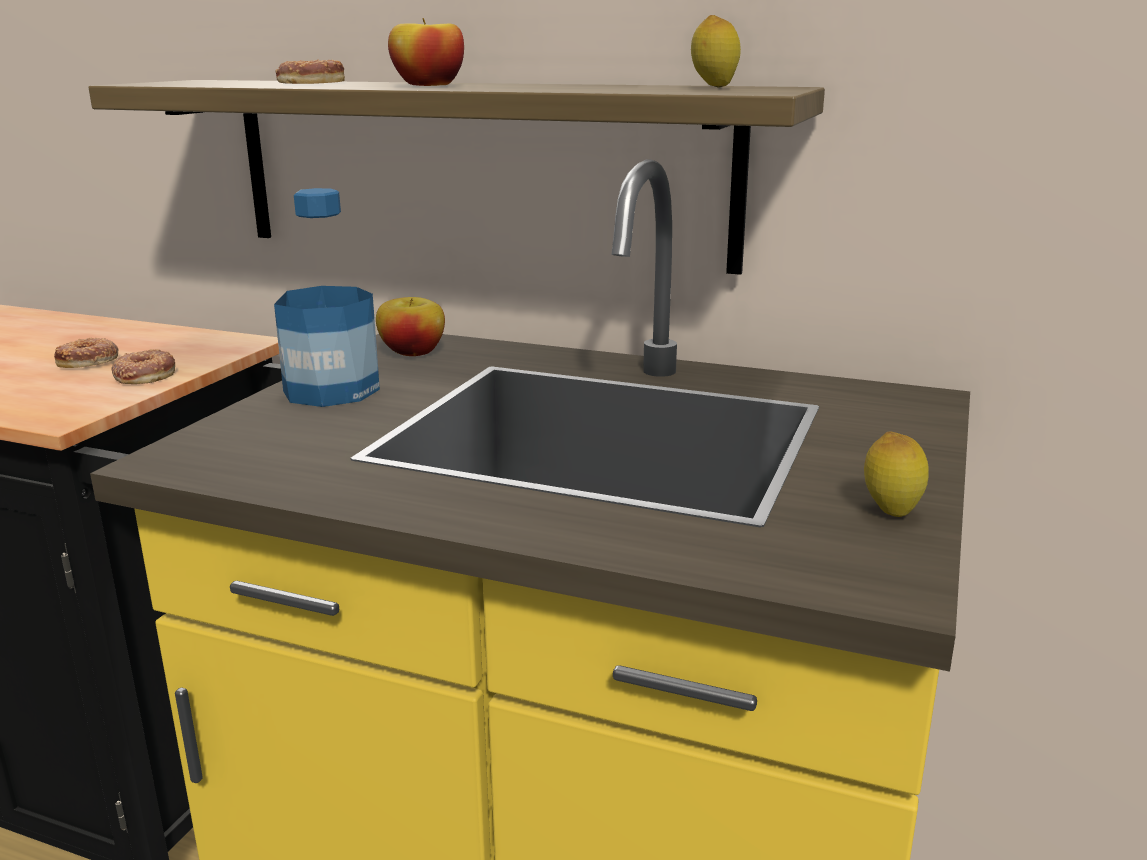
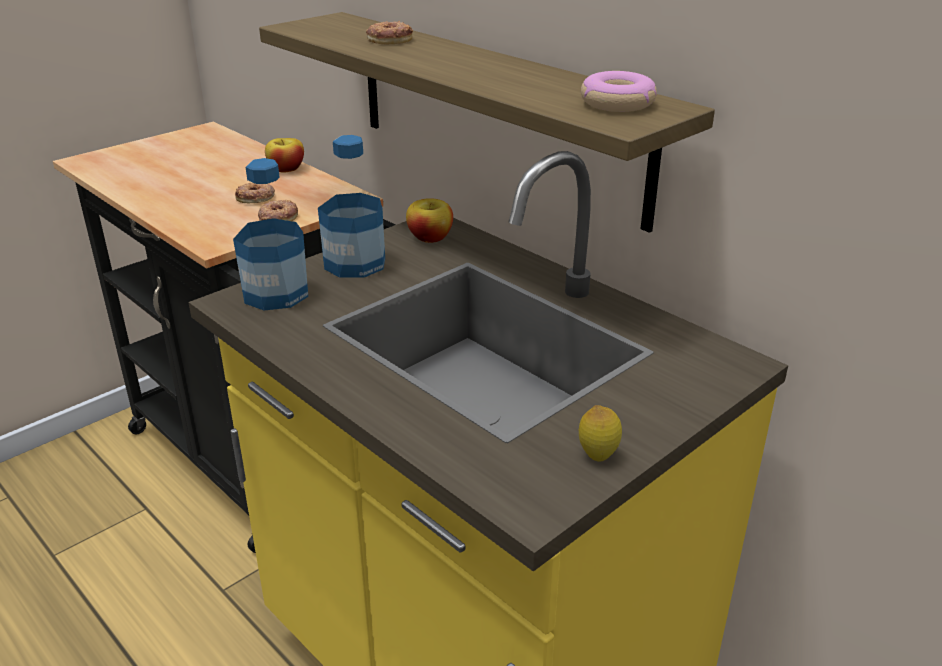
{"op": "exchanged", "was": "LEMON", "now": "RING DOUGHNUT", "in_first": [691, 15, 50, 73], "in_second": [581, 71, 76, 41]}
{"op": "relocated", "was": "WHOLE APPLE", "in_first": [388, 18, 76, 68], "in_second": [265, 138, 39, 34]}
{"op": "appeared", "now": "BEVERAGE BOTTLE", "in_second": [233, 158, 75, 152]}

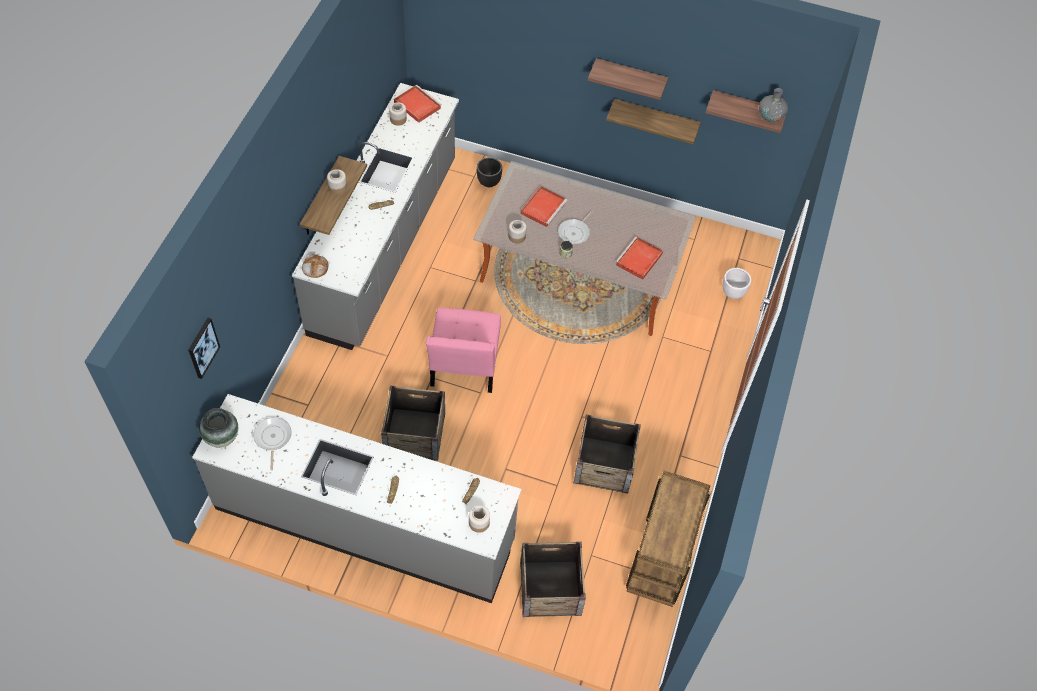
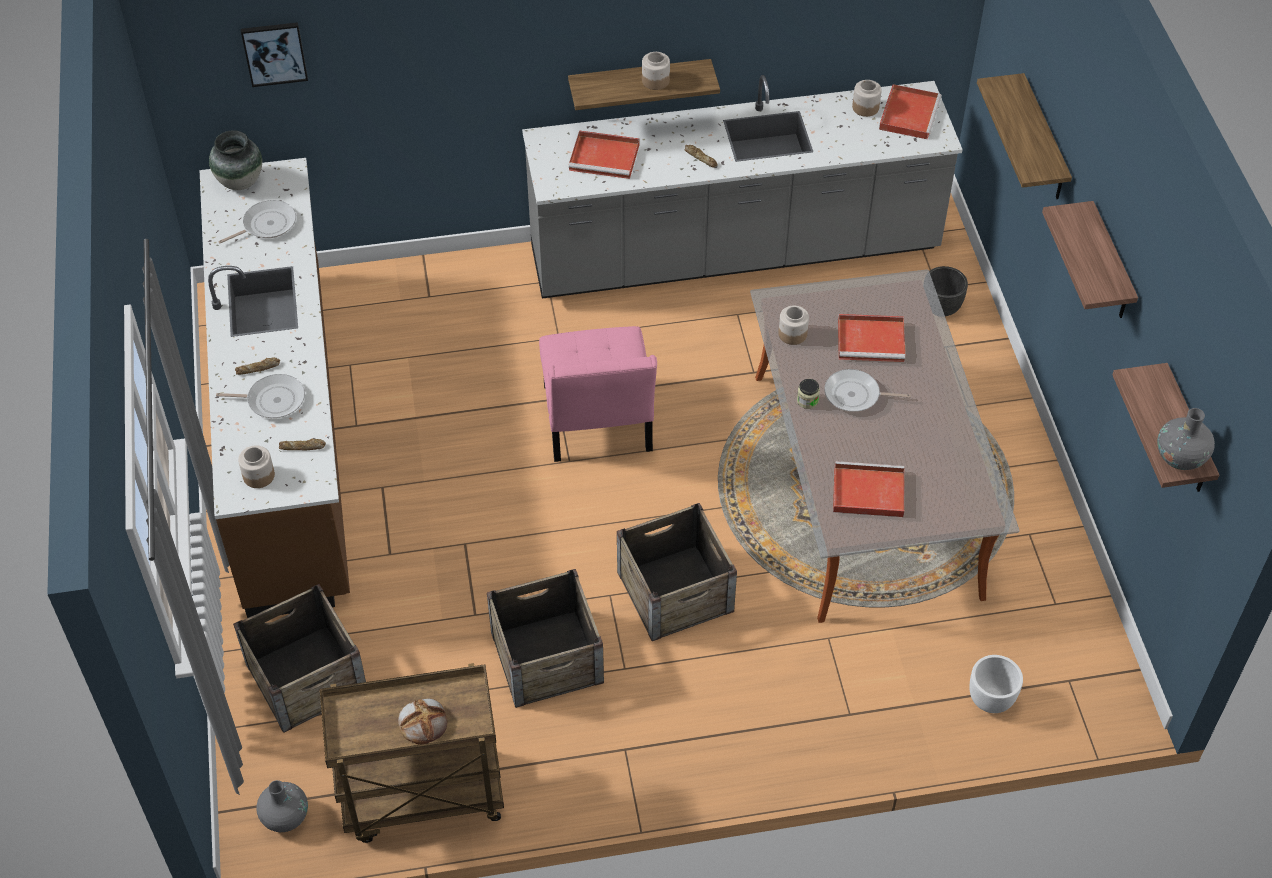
{"op": "relocated", "was": "BRACKET SHELF", "in_first": [606, 99, 95, 45], "in_second": [977, 73, 95, 126]}
{"op": "relocated", "was": "BAKERY BREAD", "in_first": [302, 254, 26, 24], "in_second": [398, 698, 49, 47]}
{"op": "spun", "was": "PINK-COLOURED UPRIGHT CHAIR", "in_first": [426, 308, 75, 85], "in_second": [539, 326, 118, 136], "clockwise": -75}
{"op": "relocated", "was": "PACKING CRATE", "in_first": [381, 386, 64, 75], "in_second": [617, 503, 120, 138]}
{"op": "colour", "was": "GREYISH KITCHEN COUNTER", "now": "BROWN-COLOURED KITCHEN COUNTER", "in_first": [192, 394, 329, 209], "in_second": [200, 158, 150, 460]}
{"op": "appeared", "now": "RED-COLOURED SERVING TRAY", "in_second": [569, 131, 71, 48]}
{"op": "appeared", "now": "PAN", "in_second": [216, 374, 89, 44]}
{"op": "appeared", "now": "GREYISH FLOWER VASE", "in_second": [256, 780, 52, 52]}

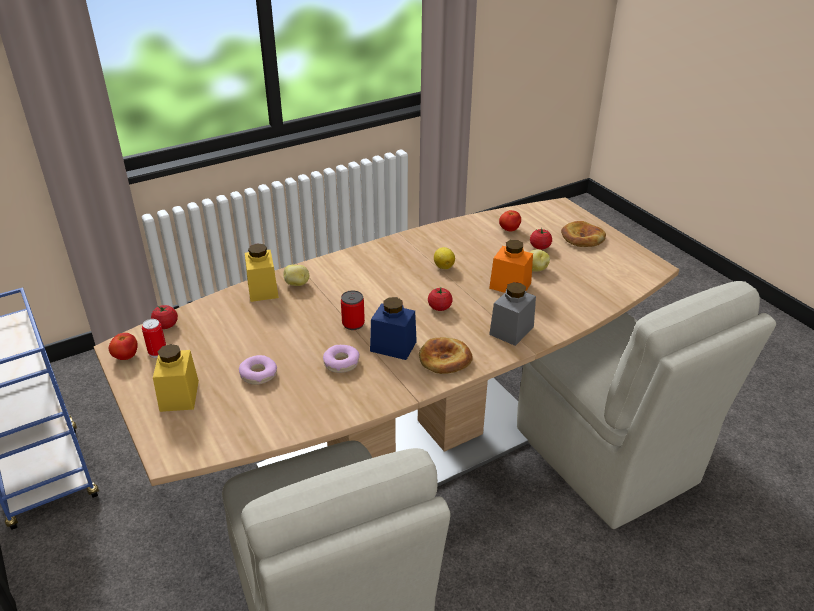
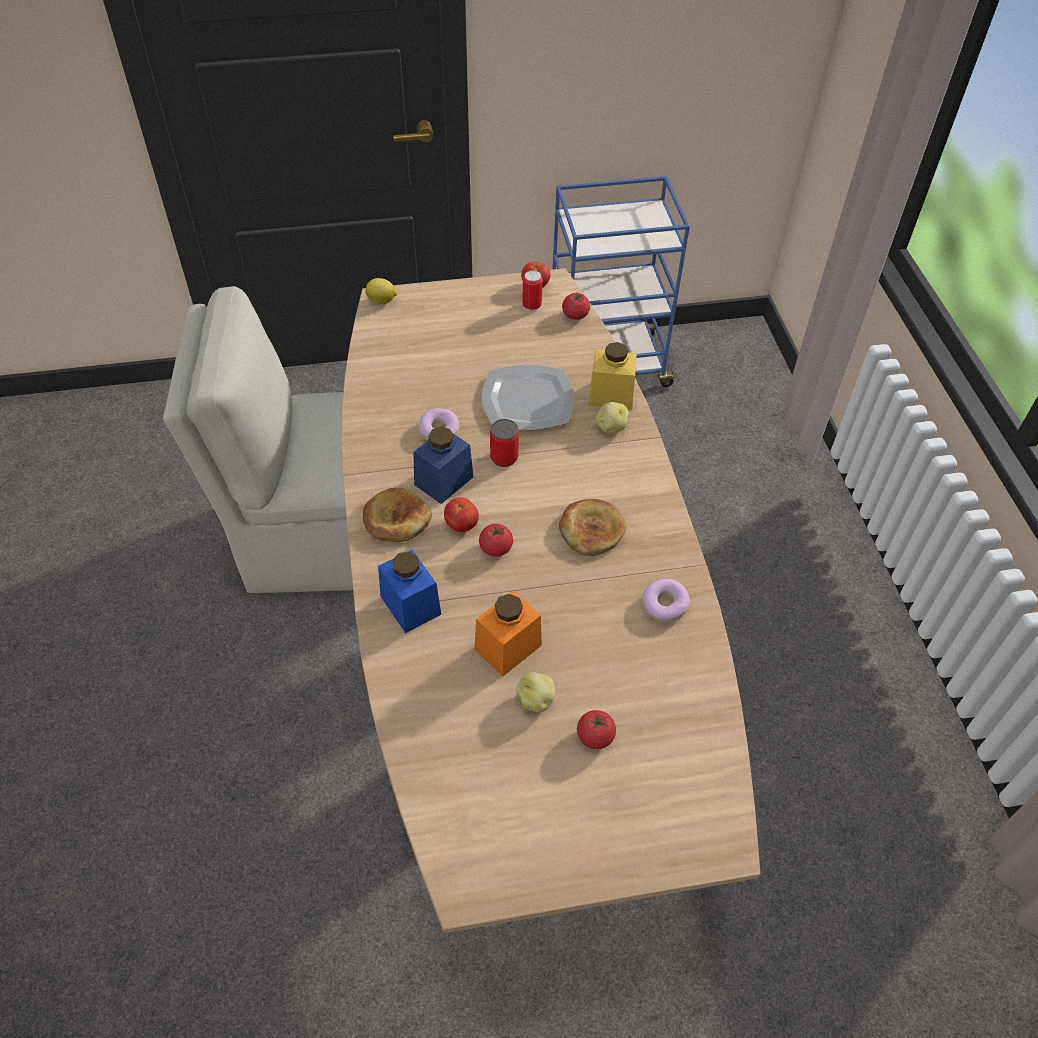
{"op": "relocated", "was": "TOMATO", "in_first": [499, 210, 22, 21], "in_second": [444, 497, 35, 35]}
{"op": "relocated", "was": "BAKERY BREAD", "in_first": [561, 221, 45, 26], "in_second": [559, 499, 67, 57]}
{"op": "relocated", "was": "LEMON", "in_first": [434, 247, 21, 22], "in_second": [365, 278, 32, 26]}
{"op": "missing", "was": "BEIGE-COLOURED UPRIGHT CHAIR", "in_first": [517, 281, 259, 248]}
{"op": "colour", "was": "GREYISH JAR", "now": "BLUE-COLOURED JAR", "in_first": [489, 282, 47, 64], "in_second": [378, 550, 63, 83]}
{"op": "missing", "was": "YELLOW-COLOURED JAR", "in_first": [153, 344, 46, 68]}
{"op": "relocated", "was": "RING DOUGHNUT", "in_first": [239, 355, 38, 30], "in_second": [642, 579, 48, 43]}
{"op": "appeared", "now": "PLATE", "in_second": [482, 364, 93, 66]}

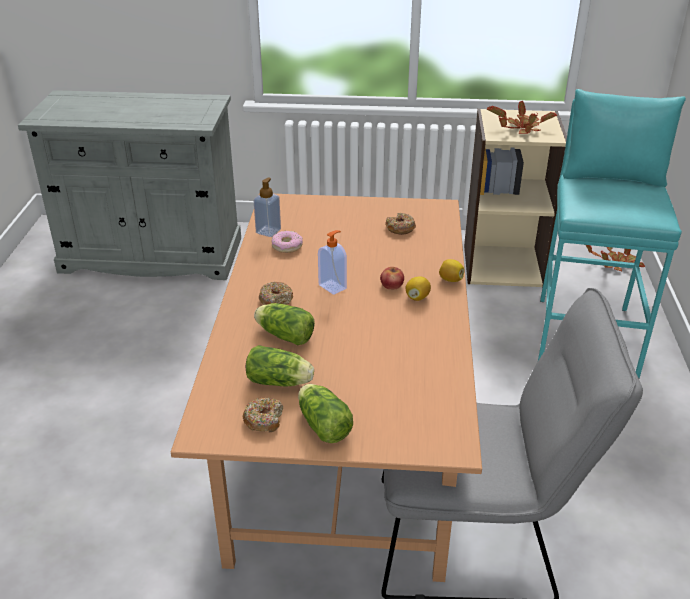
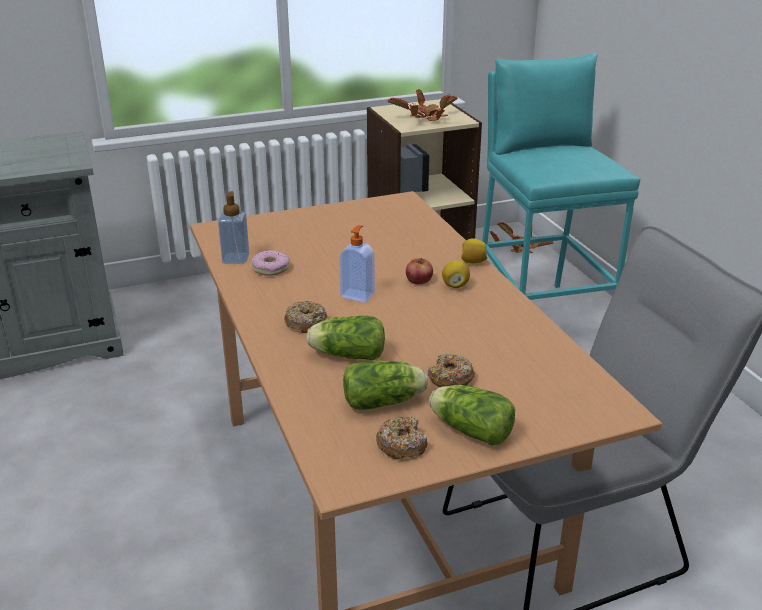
{"op": "relocated", "was": "RING DOUGHNUT", "in_first": [385, 213, 31, 22], "in_second": [427, 354, 48, 33]}

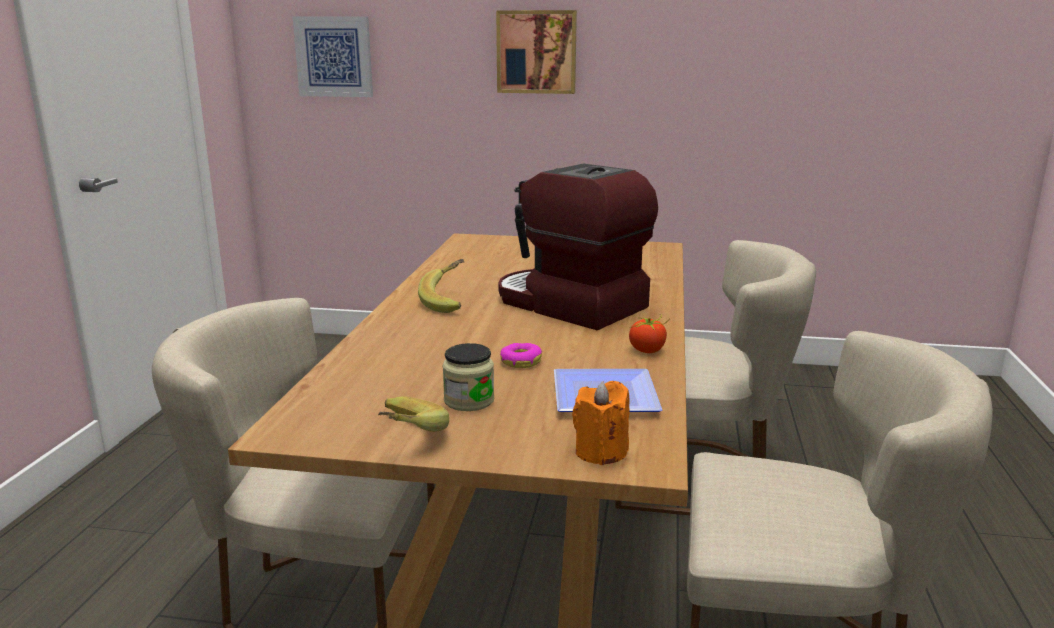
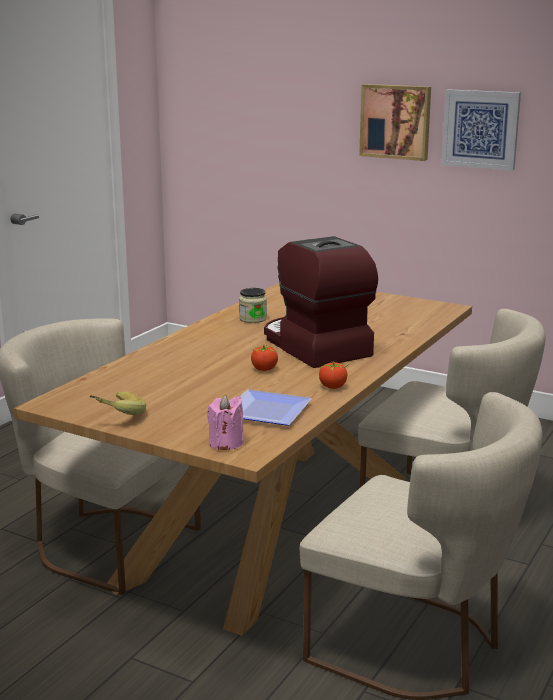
{"op": "relocated", "was": "WALL ART", "in_first": [293, 17, 80, 80], "in_second": [441, 89, 80, 82]}
{"op": "missing", "was": "WHOLE BANANA", "in_first": [418, 259, 46, 54]}
{"op": "relocated", "was": "JAR", "in_first": [443, 343, 51, 68], "in_second": [239, 288, 28, 35]}
{"op": "missing", "was": "RING DOUGHNUT", "in_first": [500, 343, 42, 25]}
{"op": "colour", "was": "ORANGE-COLOURED WAX LIGHT", "now": "PINK-COLOURED WAX LIGHT", "in_first": [572, 381, 58, 84], "in_second": [207, 395, 37, 55]}
{"op": "appeared", "now": "TOMATO", "in_second": [251, 345, 27, 26]}

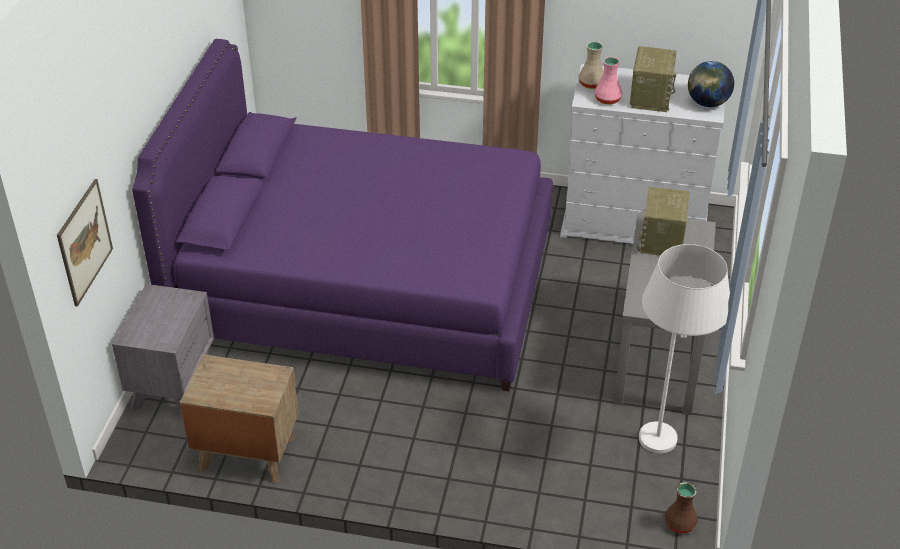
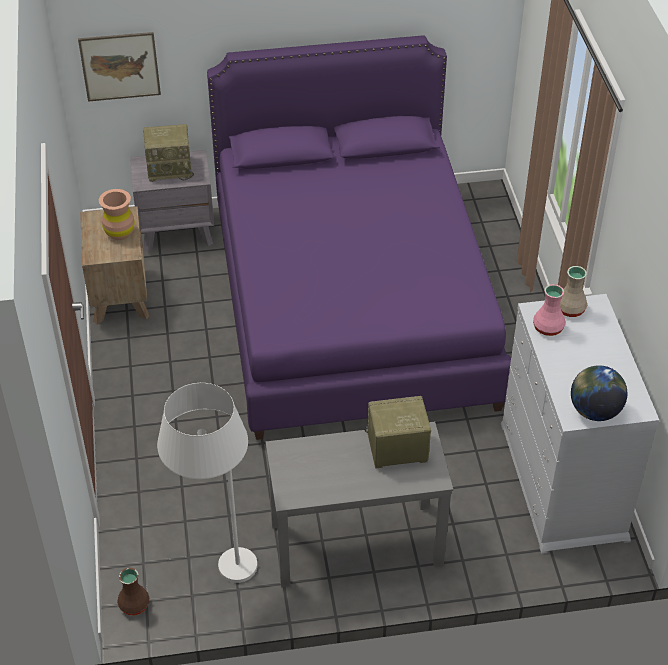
{"op": "relocated", "was": "RADIO SET", "in_first": [630, 46, 47, 66], "in_second": [143, 124, 51, 58]}
{"op": "appeared", "now": "BROWN-COLOURED FLOWER VASE", "in_second": [99, 189, 36, 51]}

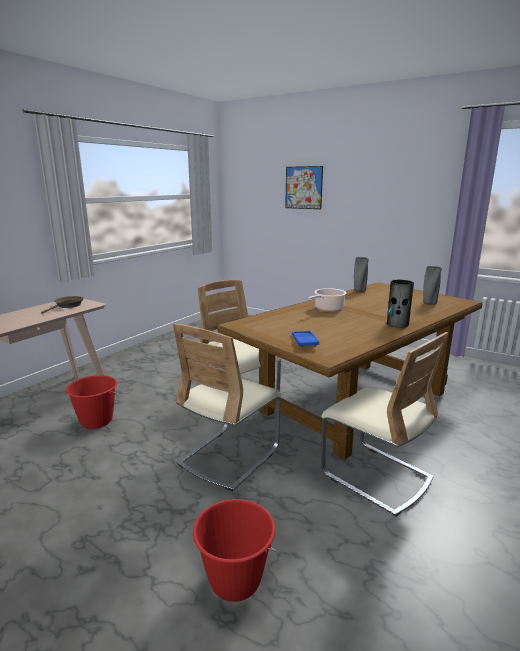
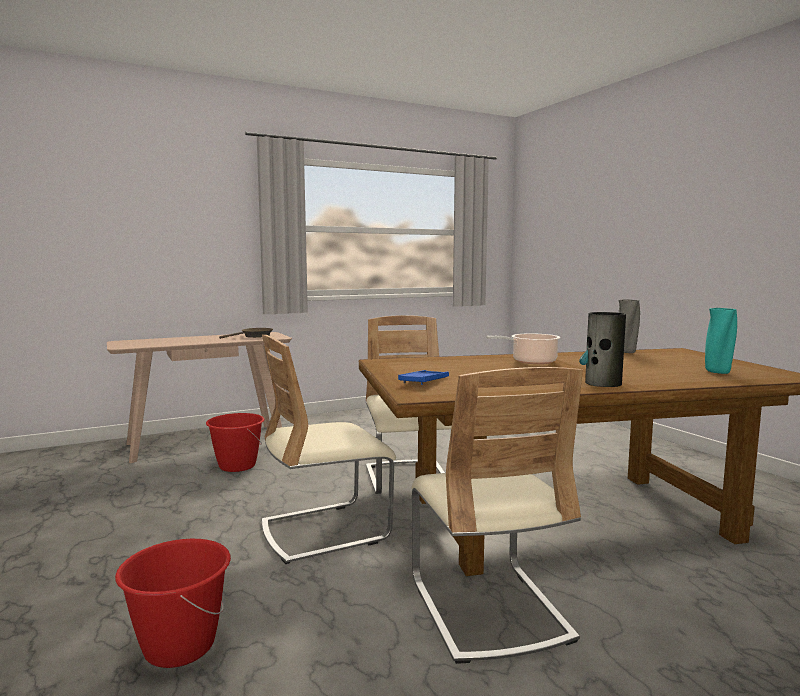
{"op": "missing", "was": "WALL ART", "in_first": [285, 166, 38, 43]}
{"op": "colour", "was": "GREYISH FLOWER VASE", "now": "BLUE-GREEN FLOWER VASE", "in_first": [423, 266, 19, 39], "in_second": [705, 308, 32, 66]}

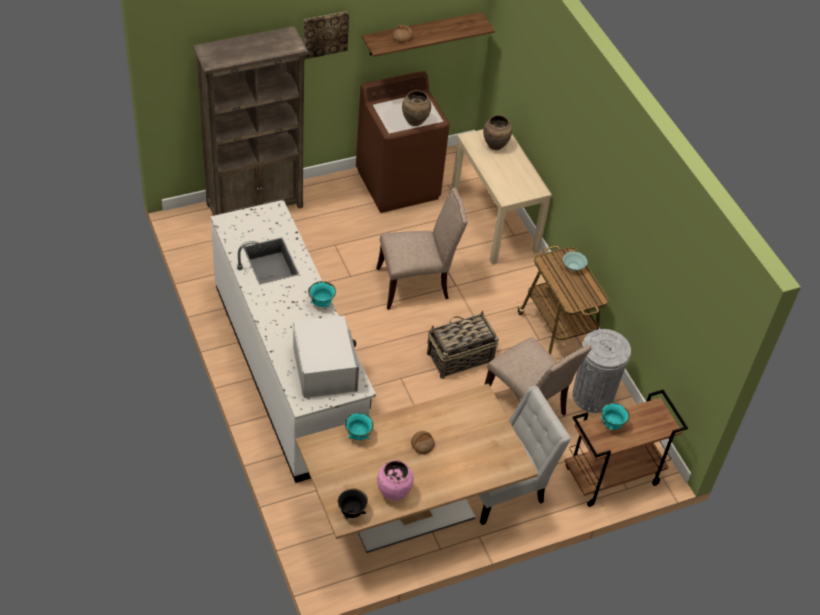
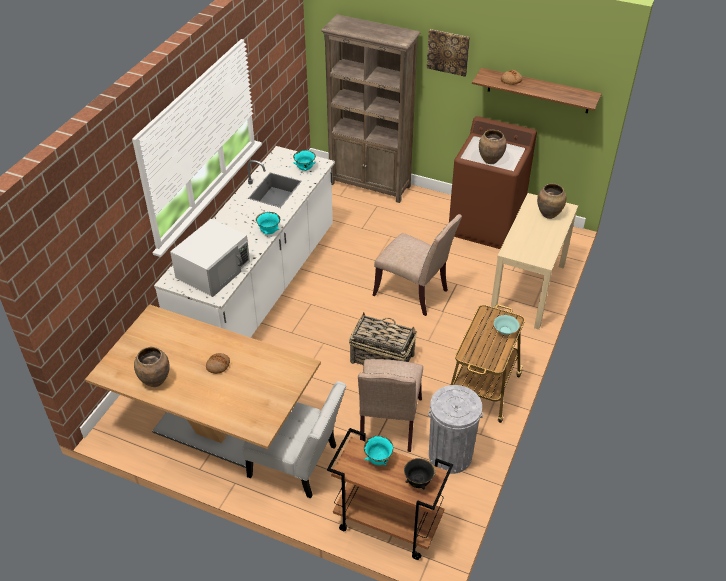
{"op": "relocated", "was": "BLUE-GREEN SERVING BOWL", "in_first": [345, 412, 28, 28], "in_second": [293, 150, 23, 21]}
{"op": "colour", "was": "PINK-COLOURED FLOWER VASE", "now": "BROWN-COLOURED FLOWER VASE", "in_first": [377, 460, 36, 41], "in_second": [134, 347, 36, 40]}
{"op": "relocated", "was": "BLACK SERVING BOWL", "in_first": [338, 489, 30, 30], "in_second": [404, 458, 32, 31]}

